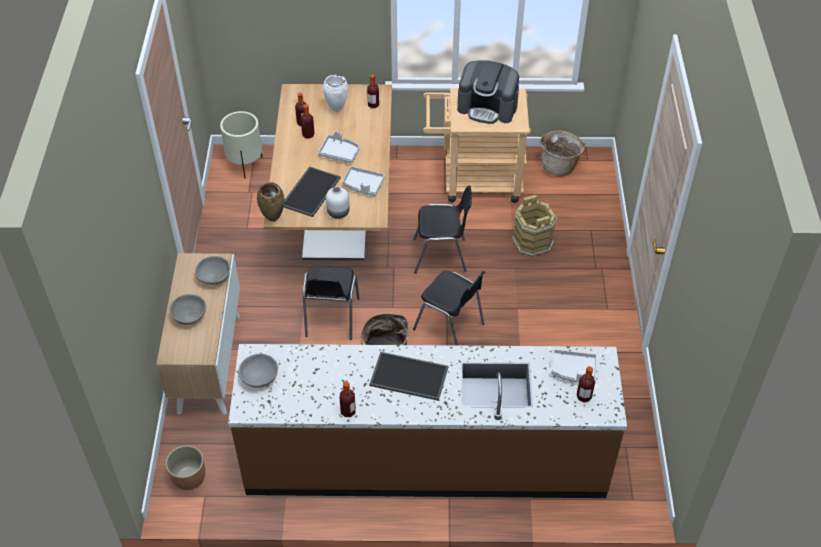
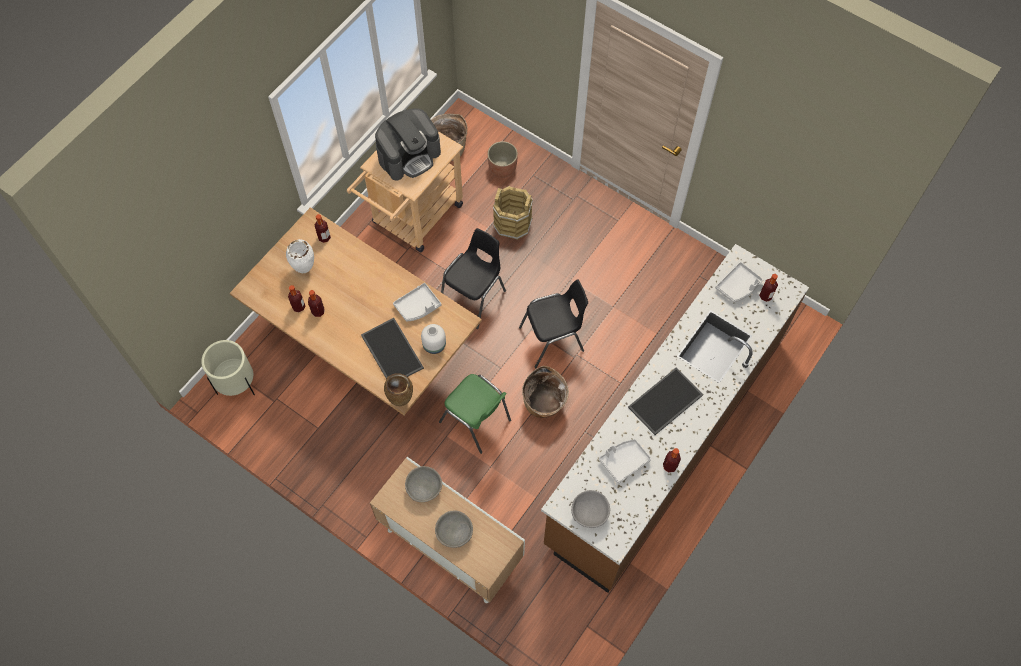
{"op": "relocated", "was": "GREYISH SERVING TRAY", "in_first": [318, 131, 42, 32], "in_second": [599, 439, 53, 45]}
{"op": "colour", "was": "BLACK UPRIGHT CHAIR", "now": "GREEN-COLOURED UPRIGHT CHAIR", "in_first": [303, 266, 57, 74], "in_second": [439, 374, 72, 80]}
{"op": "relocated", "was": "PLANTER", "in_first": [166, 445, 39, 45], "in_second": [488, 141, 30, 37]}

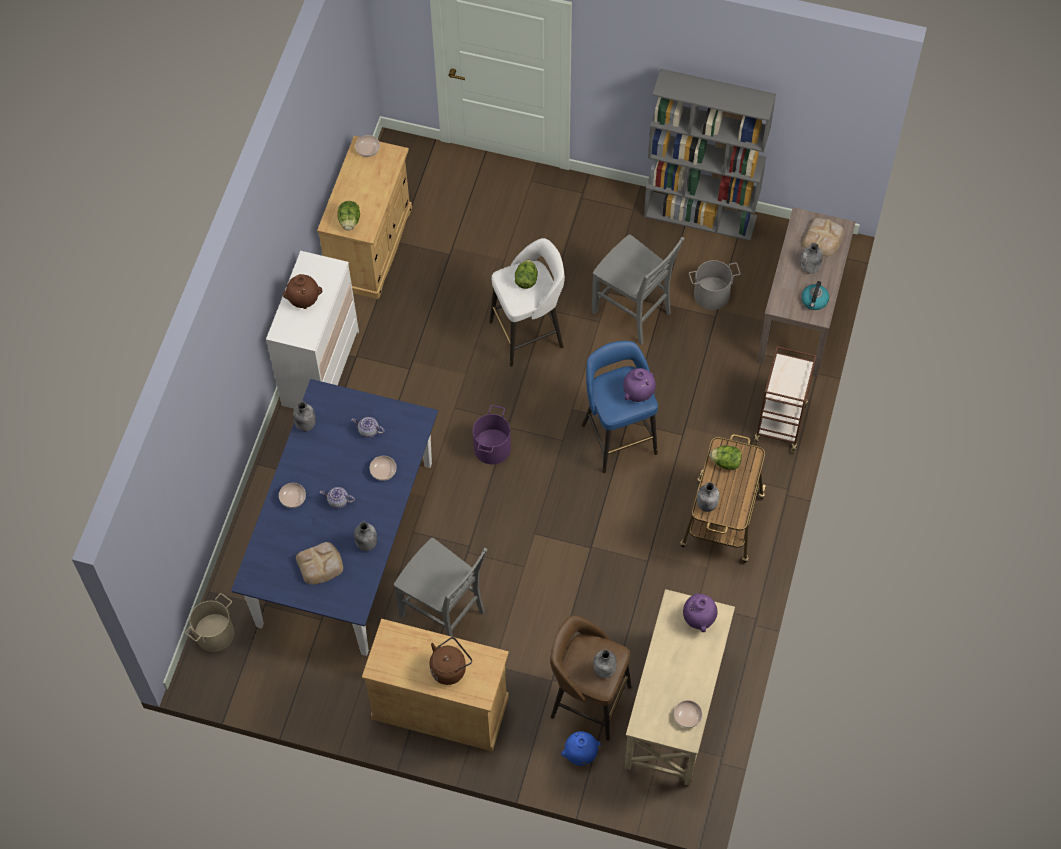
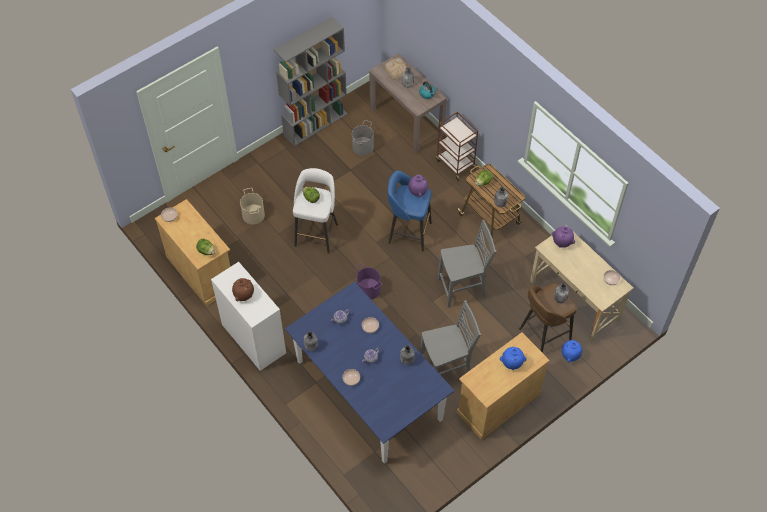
{"op": "relocated", "was": "GREYISH UPRIGHT CHAIR", "in_first": [592, 235, 92, 110], "in_second": [438, 220, 58, 87]}
{"op": "missing", "was": "BAKERY BREAD", "in_first": [296, 542, 47, 43]}
{"op": "relocated", "was": "BEIGE-COLOURED BUCKET", "in_first": [185, 593, 49, 59], "in_second": [240, 188, 25, 36]}
{"op": "exchanged", "was": "BROWN-COLOURED KETTLE", "now": "BLUE-COLOURED FLOWER VASE", "in_first": [429, 637, 43, 48], "in_second": [500, 347, 26, 23]}

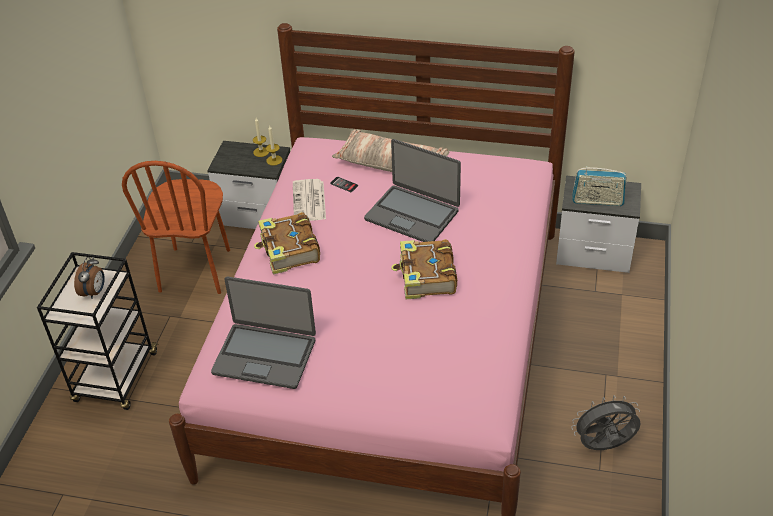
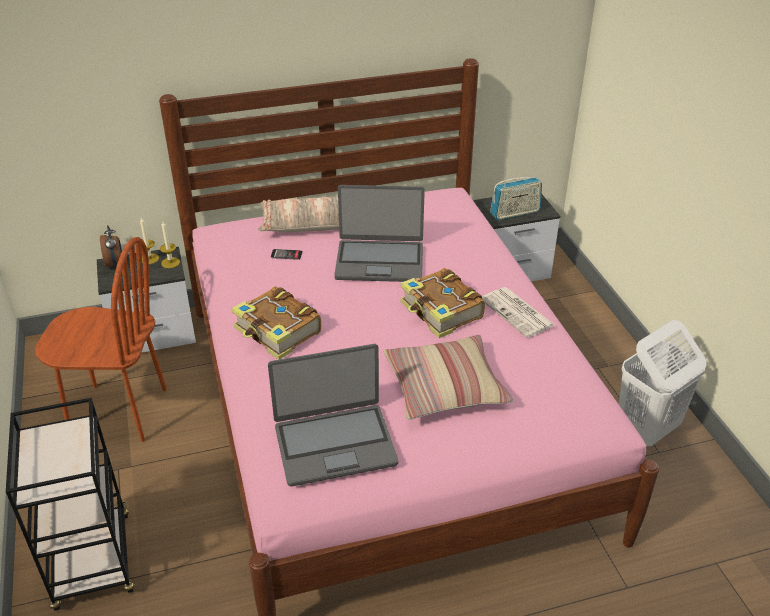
{"op": "spun", "was": "BROWN-COLOURED UPRIGHT CHAIR", "in_first": [122, 161, 108, 133], "in_second": [35, 237, 132, 205], "clockwise": -60}
{"op": "relocated", "was": "PRINTED PAPER", "in_first": [293, 179, 33, 42], "in_second": [482, 287, 74, 51]}
{"op": "relocated", "was": "BEDSIDE CLOCK", "in_first": [74, 257, 31, 42], "in_second": [100, 225, 22, 42]}
{"op": "exchanged", "was": "GREYISH FAN", "now": "WHITE HAMPER", "in_first": [571, 395, 70, 55], "in_second": [619, 320, 87, 127]}
{"op": "appeared", "now": "PILLOW", "in_second": [384, 335, 129, 85]}

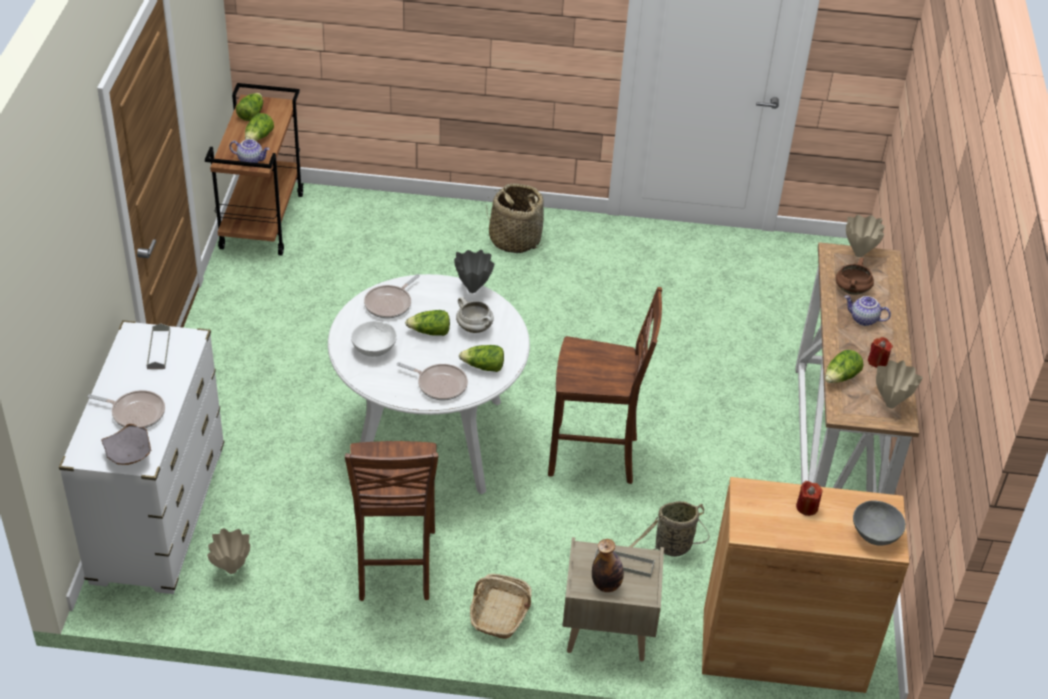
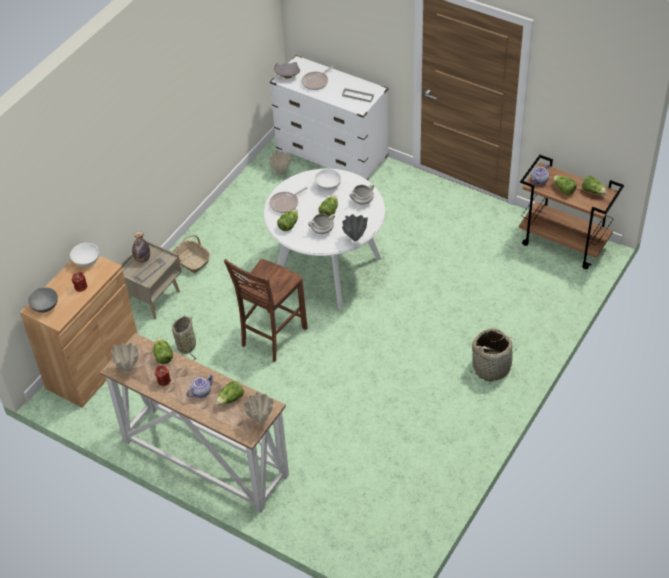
{"op": "exchanged", "was": "BROWN-COLOURED STOCKPOT", "now": "LETTUCE", "in_first": [836, 257, 38, 38], "in_second": [215, 381, 29, 25]}
{"op": "exchanged", "was": "PAN", "now": "WHITE STOCKPOT", "in_first": [364, 274, 56, 45], "in_second": [350, 184, 24, 21]}
{"op": "missing", "was": "BROWN-COLOURED UPRIGHT CHAIR", "in_first": [345, 441, 93, 160]}
{"op": "appeared", "now": "WHITE SERVING BOWL", "in_second": [70, 243, 29, 24]}

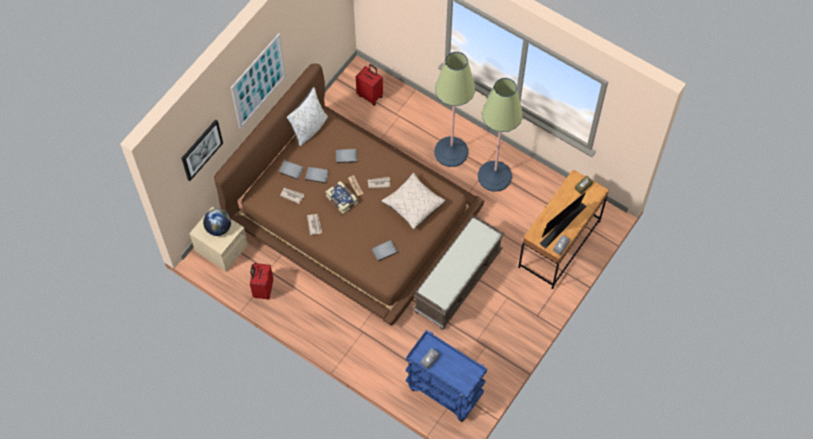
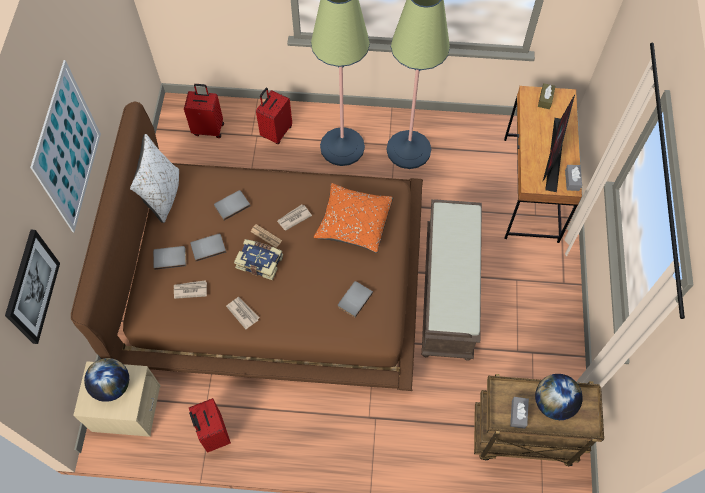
{"op": "colour", "was": "BEIGE-COLOURED PILLOW", "now": "ORANGE-COLOURED PILLOW", "in_first": [382, 173, 64, 57], "in_second": [314, 183, 79, 70]}
{"op": "colour", "was": "BLUE-COLOURED TROLLEY", "now": "BROWN-COLOURED TROLLEY", "in_first": [406, 330, 81, 92], "in_second": [474, 374, 130, 93]}
{"op": "appeared", "now": "RED-COLOURED TRAVEL CASE", "in_second": [256, 88, 36, 56]}
{"op": "appeared", "now": "GLOBE", "in_second": [535, 374, 48, 46]}

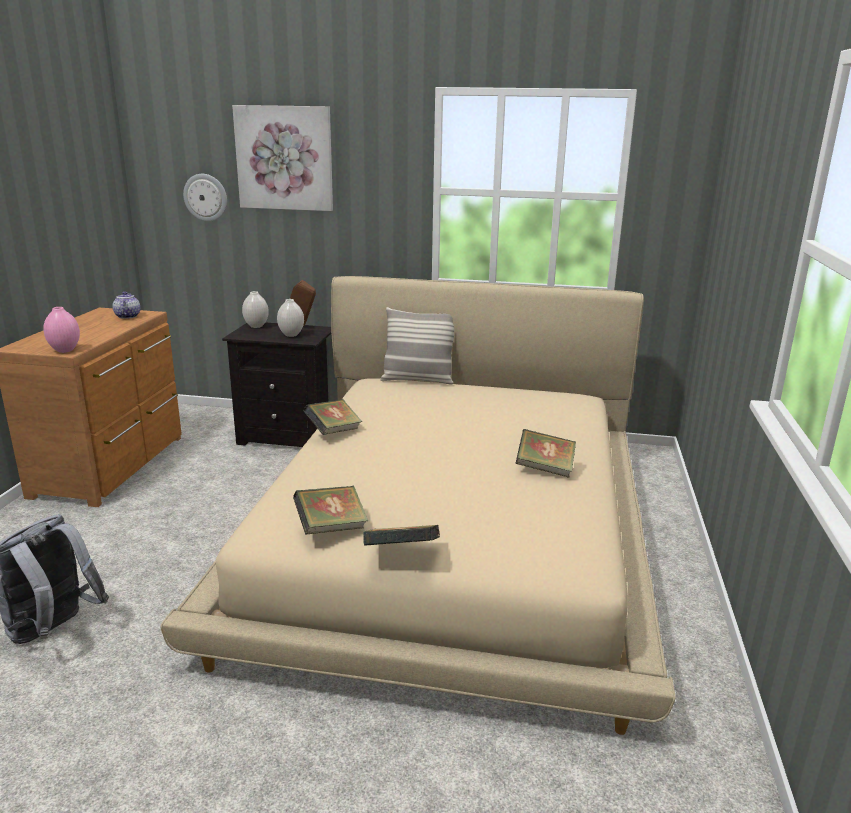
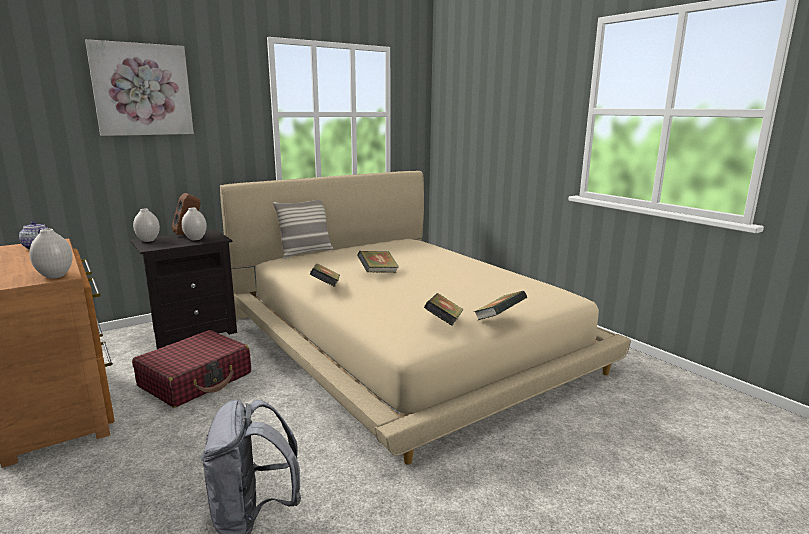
{"op": "missing", "was": "WALL CLOCK", "in_first": [183, 174, 44, 48]}
{"op": "colour", "was": "PINK-COLOURED FLOWER VASE", "now": "WHITE FLOWER VASE", "in_first": [43, 307, 37, 46], "in_second": [29, 229, 44, 50]}
{"op": "relocated", "was": "VOLUME", "in_first": [516, 429, 60, 49], "in_second": [357, 251, 42, 22]}
{"op": "appeared", "now": "RED-COLOURED TRAVEL CASE", "in_second": [132, 330, 119, 78]}

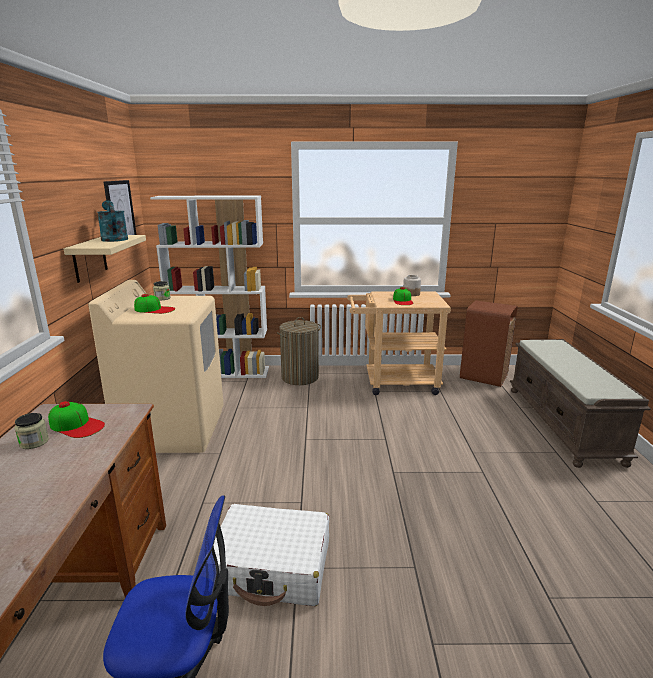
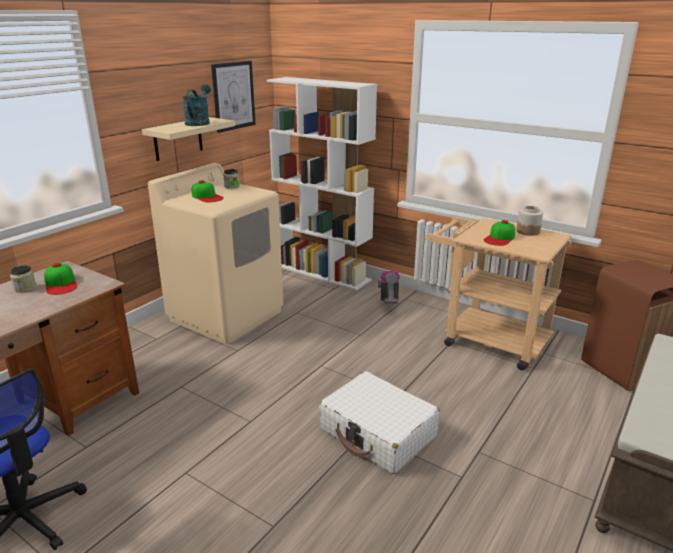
{"op": "exchanged", "was": "HAMPER", "now": "VACUUM", "in_first": [277, 317, 44, 68], "in_second": [378, 271, 22, 32]}
{"op": "relocated", "was": "WHITE TRAVEL CASE", "in_first": [213, 504, 116, 102], "in_second": [319, 371, 121, 103]}

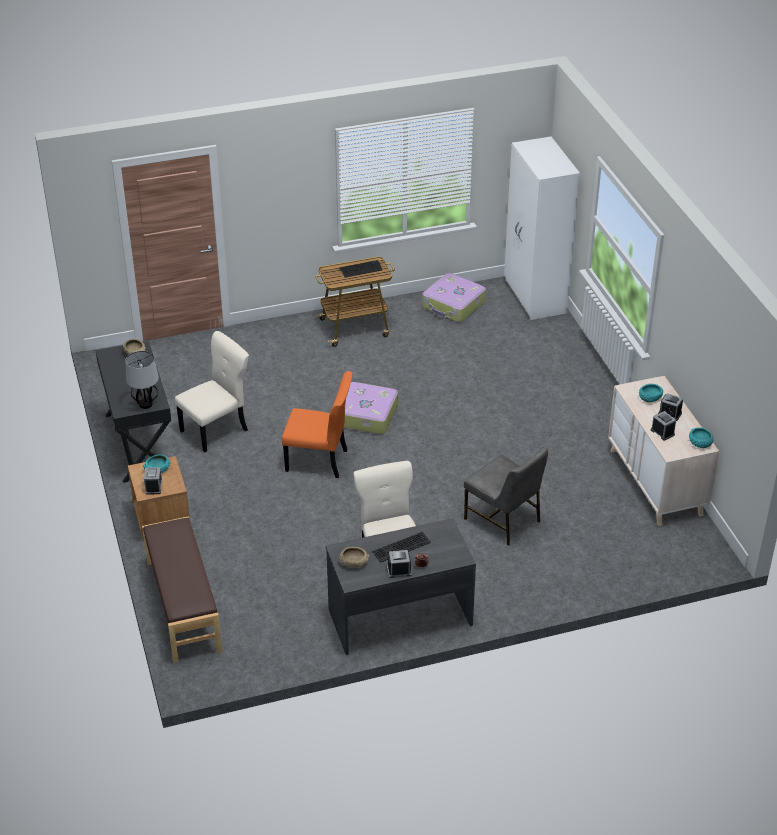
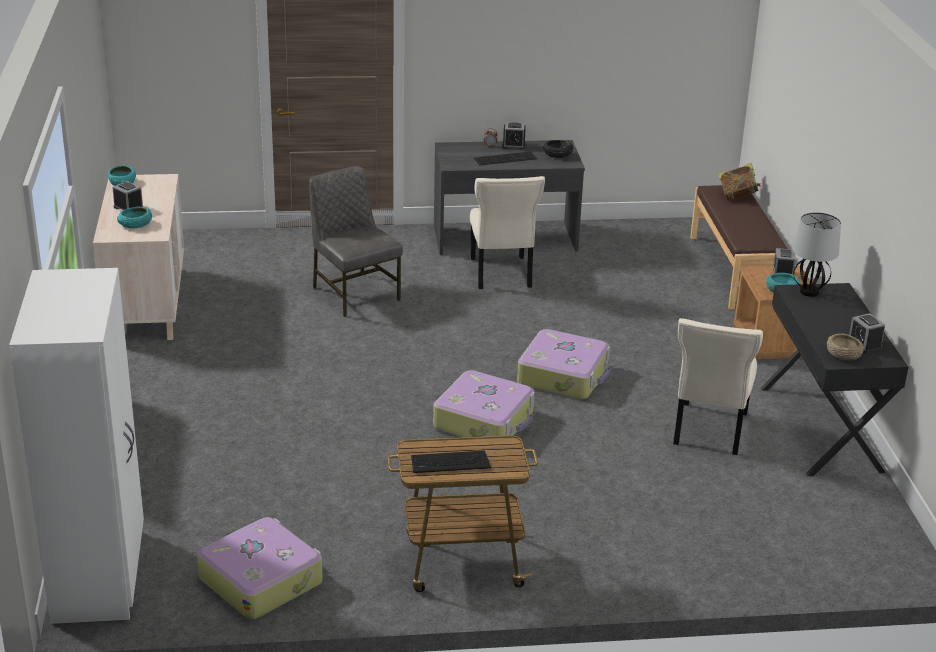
{"op": "spun", "was": "BEIGE-COLOURED UPRIGHT CHAIR", "in_first": [175, 331, 74, 121], "in_second": [673, 318, 90, 137], "clockwise": -45}
{"op": "exchanged", "was": "ORANGE-COLOURED UPRIGHT CHAIR", "now": "TRAVEL CASE", "in_first": [282, 371, 70, 107], "in_second": [517, 329, 94, 70]}
{"op": "relocated", "was": "BEDSIDE CLOCK", "in_first": [651, 411, 25, 30], "in_second": [849, 313, 36, 40]}
{"op": "colour", "was": "BEIGE-COLOURED SERVING BOWL", "now": "BLACK SERVING BOWL", "in_first": [340, 547, 30, 21], "in_second": [542, 140, 31, 18]}
{"op": "appeared", "now": "VOLUME", "in_second": [718, 163, 43, 38]}

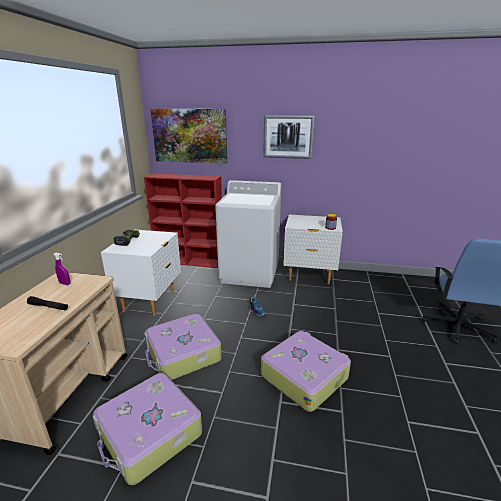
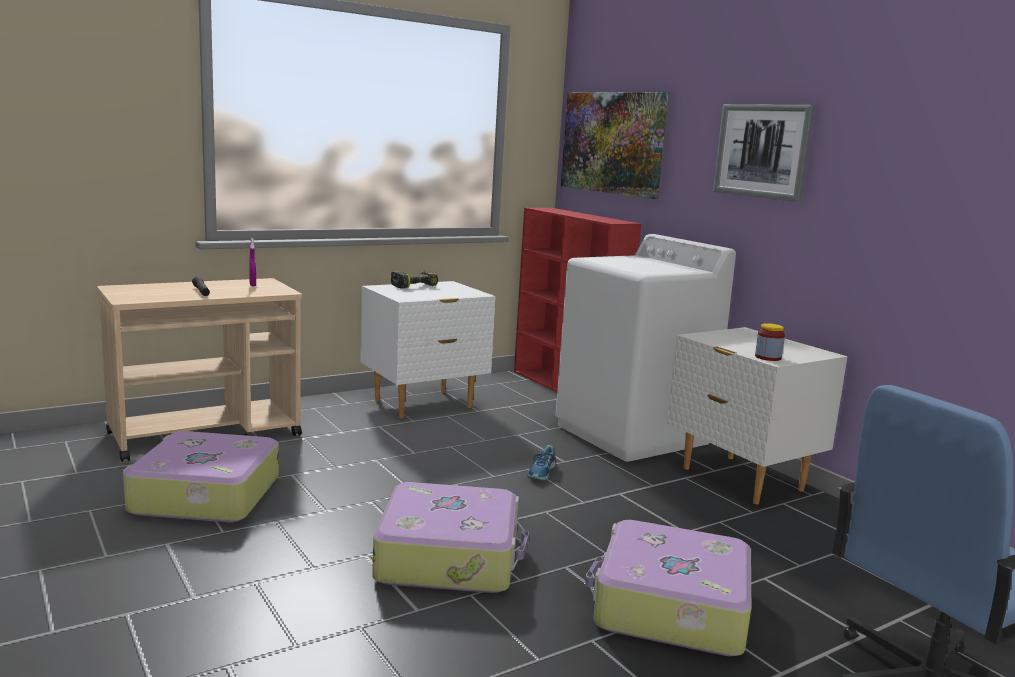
{"op": "relocated", "was": "TRAVEL CASE", "in_first": [144, 314, 78, 66], "in_second": [585, 520, 166, 136]}

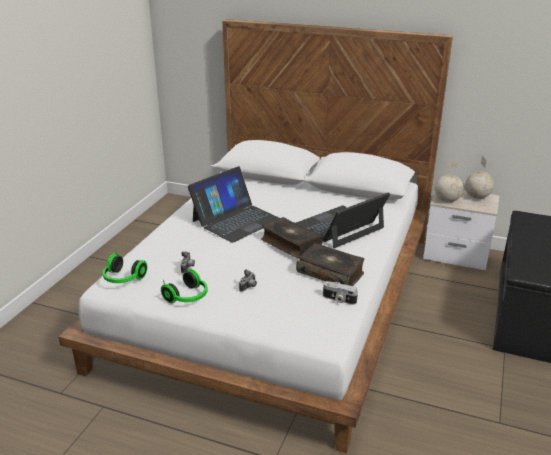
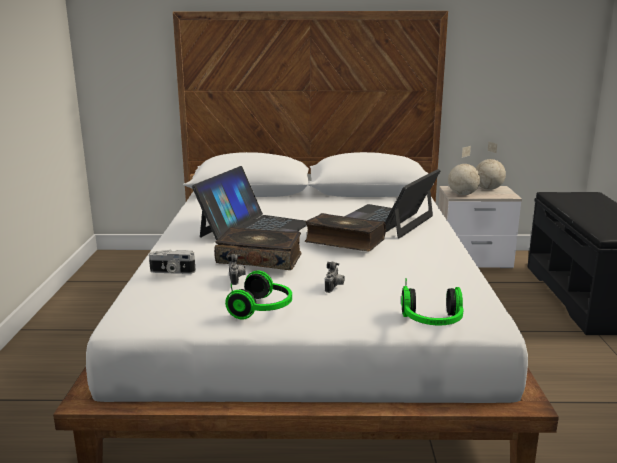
{"op": "relocated", "was": "VOLUME", "in_first": [296, 243, 69, 43], "in_second": [214, 227, 88, 43]}
{"op": "relocated", "was": "HEADPHONES", "in_first": [103, 253, 44, 30], "in_second": [401, 278, 62, 47]}
{"op": "relocated", "was": "PHOTO CAMERA", "in_first": [323, 281, 35, 24], "in_second": [149, 250, 47, 24]}

